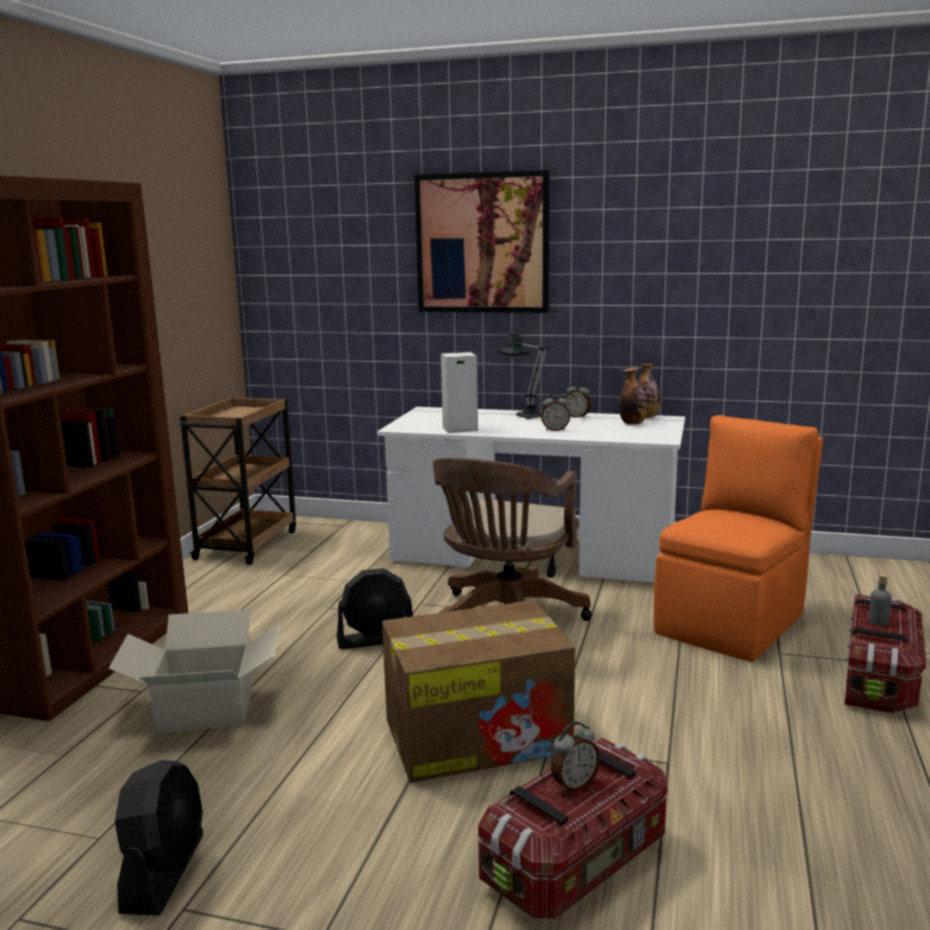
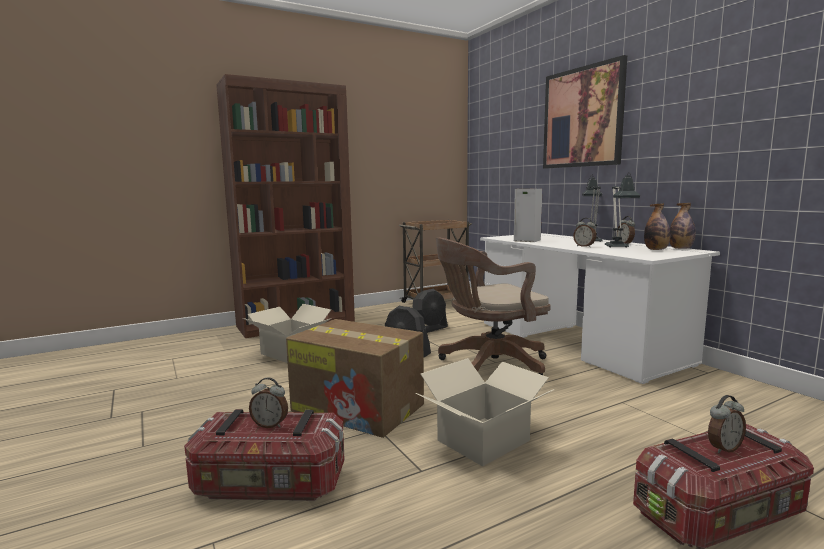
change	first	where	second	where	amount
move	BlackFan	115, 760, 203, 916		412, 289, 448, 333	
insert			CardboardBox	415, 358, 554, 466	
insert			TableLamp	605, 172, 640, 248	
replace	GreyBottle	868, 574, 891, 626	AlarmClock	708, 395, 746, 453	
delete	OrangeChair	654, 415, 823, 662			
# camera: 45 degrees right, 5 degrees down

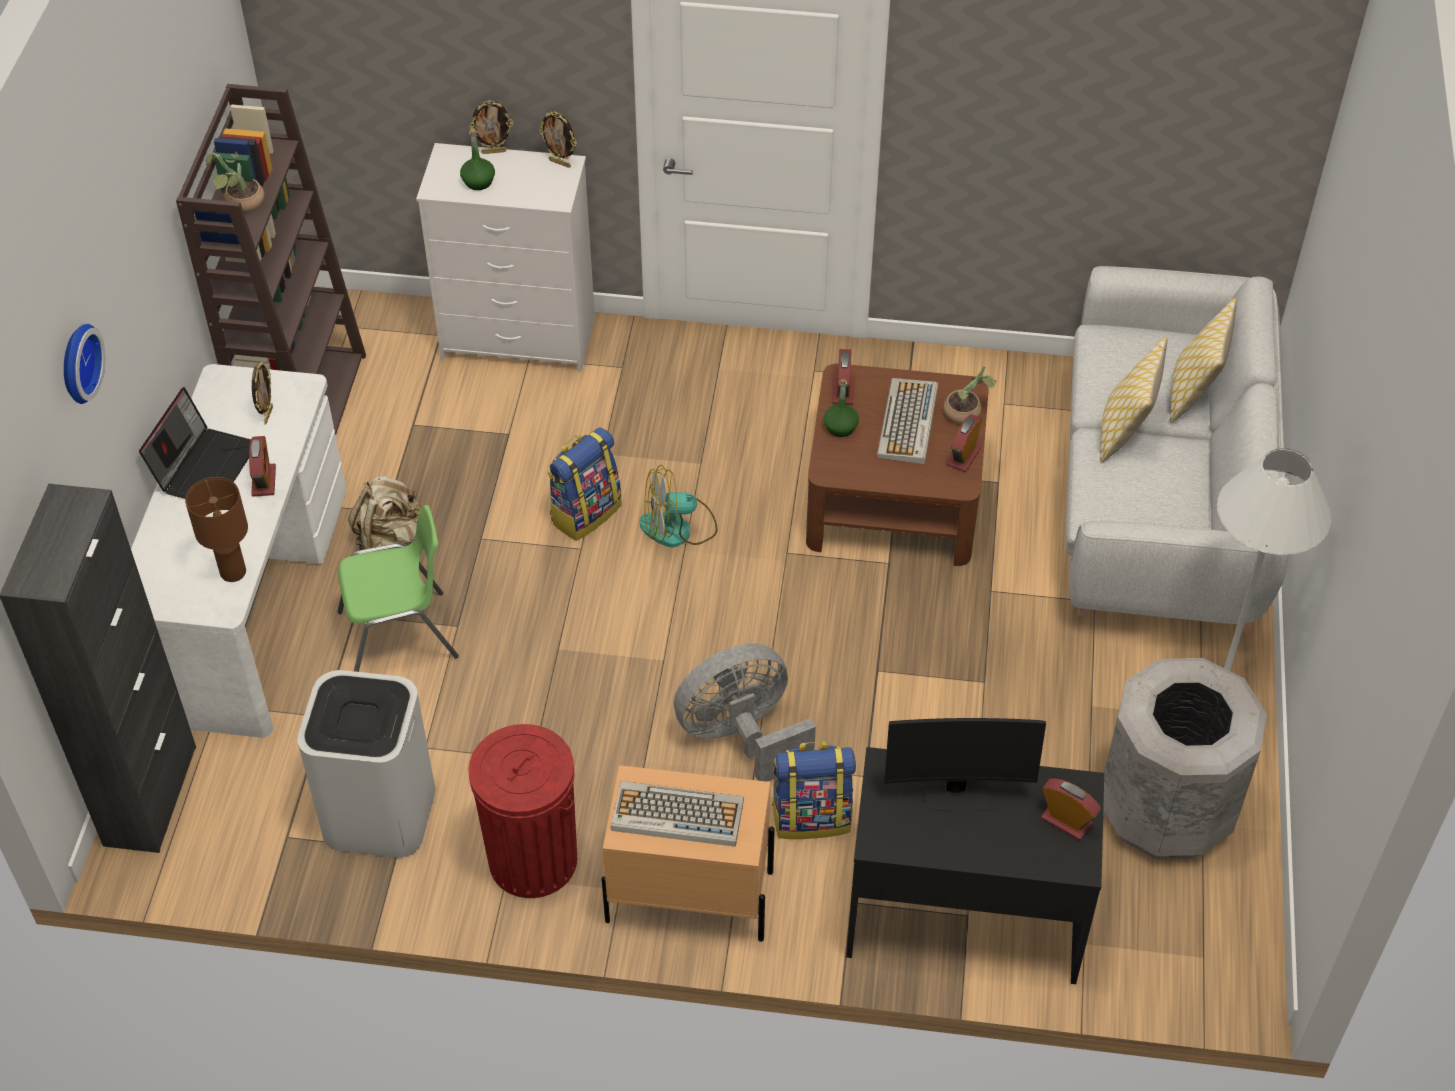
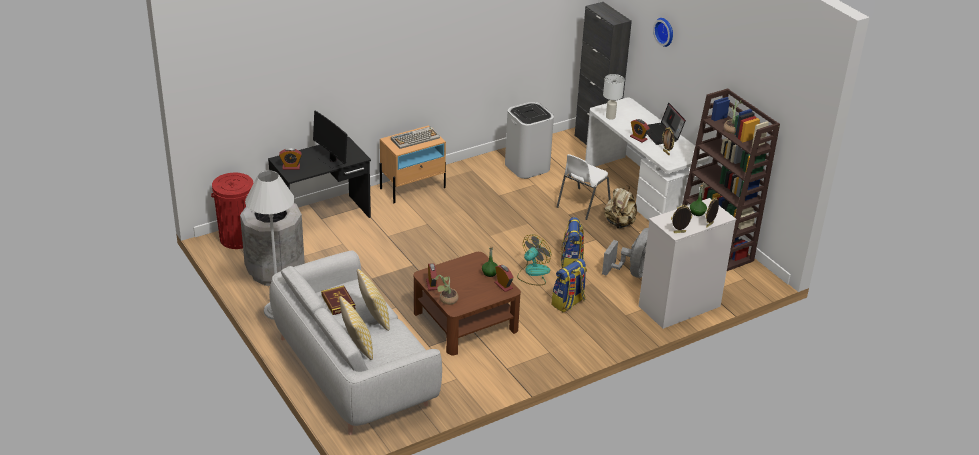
change	first	where	second	where	amount
move	RedTrashCan	468, 724, 577, 898		211, 173, 253, 249	
rotate	Monitor	884, 718, 1046, 811		313, 111, 347, 169	90 degrees counterclockwise
insert			Book	321, 285, 356, 315	
move	Backpack	772, 741, 856, 839		551, 259, 587, 312	
recolor	GreenChair	338, 505, 459, 672	WhiteChair	557, 154, 611, 220	
move	GreyFan	674, 643, 816, 782		602, 228, 648, 278	
recolor	BrownTableLamp	185, 477, 248, 582	WhiteTableLamp	603, 74, 625, 120	
delete	Keyboard	877, 378, 938, 464			
# camera: 140 degrees right, 15 degrees down

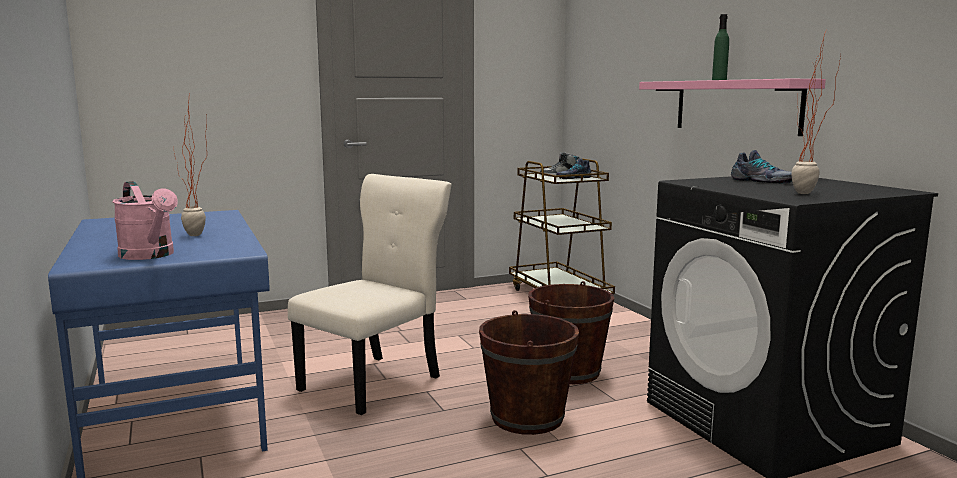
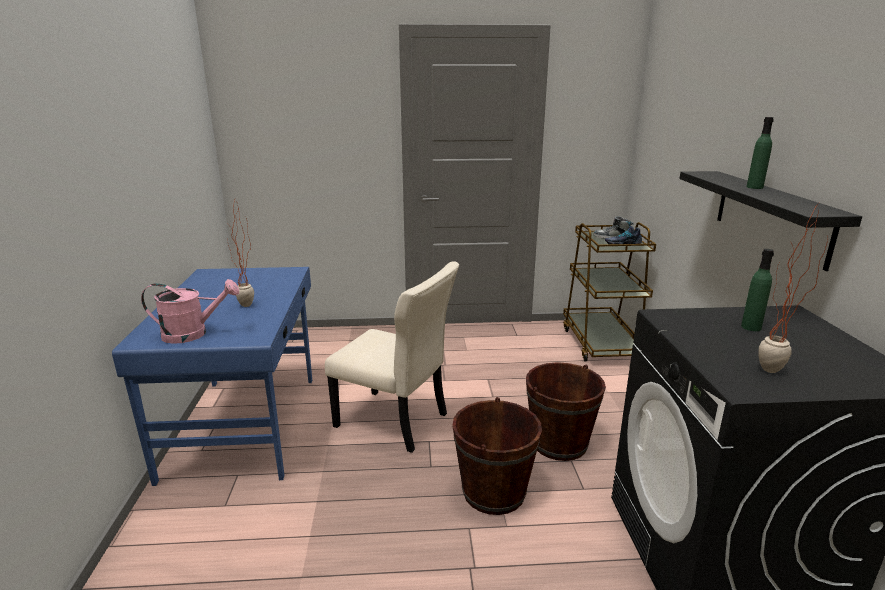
change	first	where	second	where	amount
rotate	PinkWateringCan	113, 181, 178, 260		141, 279, 239, 344	75 degrees counterclockwise
rotate	BeigeChair	288, 174, 451, 415		325, 261, 459, 453	60 degrees clockwise
recolor	PinkShelf	639, 79, 826, 136	BlackShelf	679, 171, 862, 271	
replace	Shoe	731, 150, 792, 184	GreenBottle	741, 249, 774, 331	
# camera: 20 degrees right, 10 degrees up

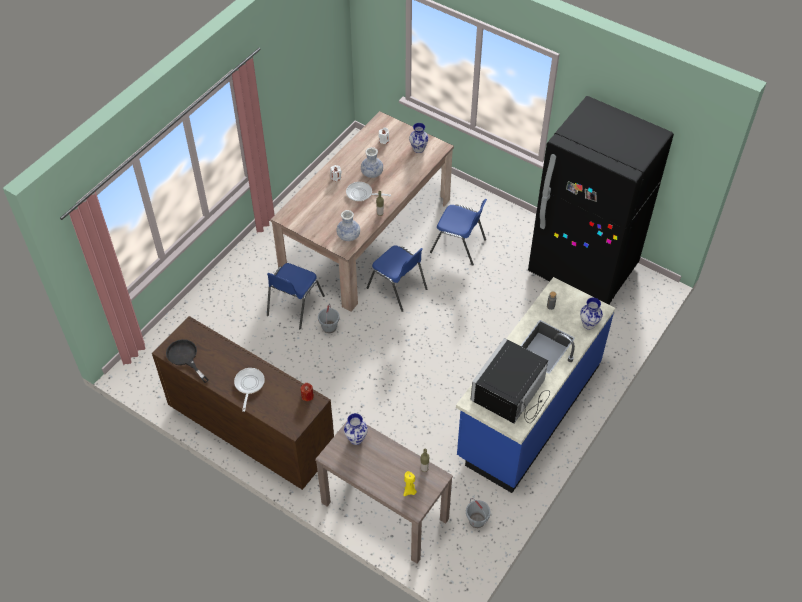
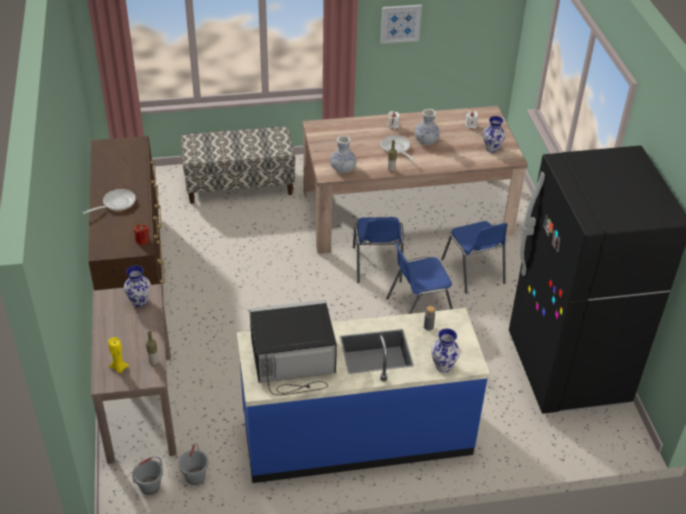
change	first	where	second	where	amount
move	GreyBucket	318, 303, 340, 333		132, 457, 163, 495	
insert			Bench	181, 126, 295, 204	
insert			Picture	381, 5, 422, 44	
move	BlueChair	267, 263, 325, 329		386, 243, 453, 314	
delete	BlackFryingPan	166, 339, 209, 383			
# camera: 45 degrees right, 10 degrees down

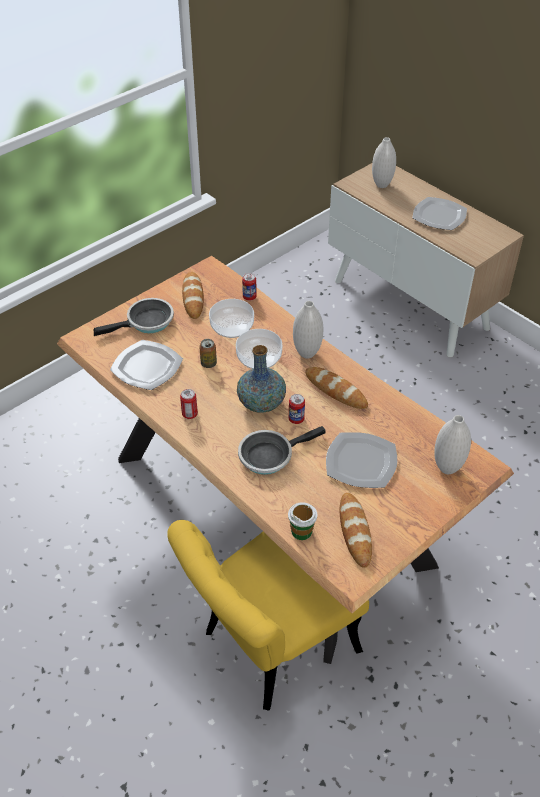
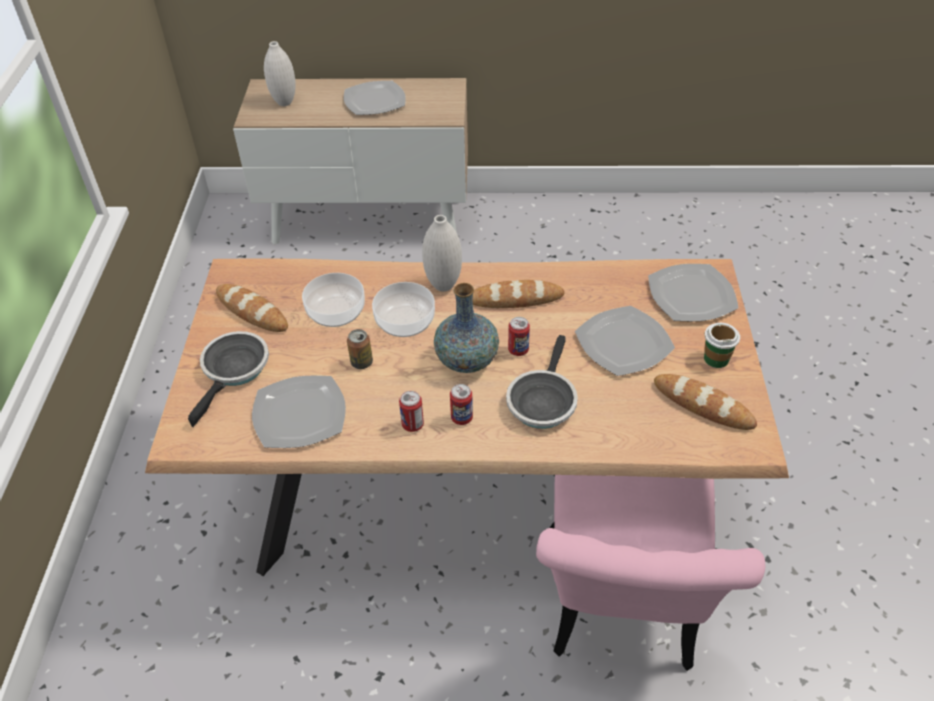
change	first	where	second	where	amount
move	Can	242, 273, 257, 301		450, 384, 473, 425	
recolor	YellowChair	167, 520, 369, 711	PinkChair	536, 475, 765, 671	
replace	WhiteVase	434, 415, 471, 474	Plate	648, 264, 738, 321	
move	Cup	288, 502, 317, 540		704, 323, 740, 368	
# camera: 45 degrees left, 0 degrees up

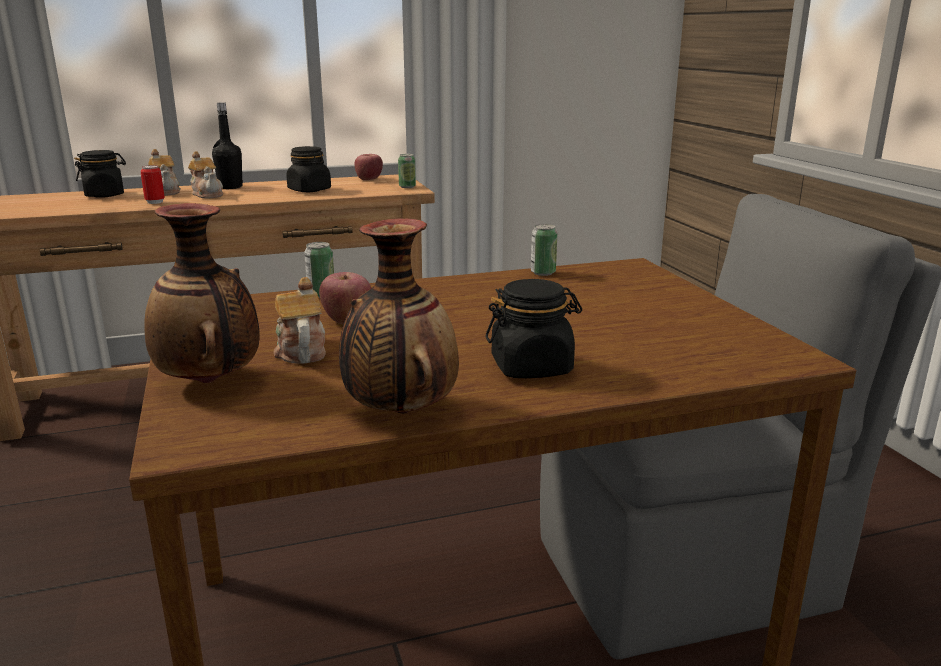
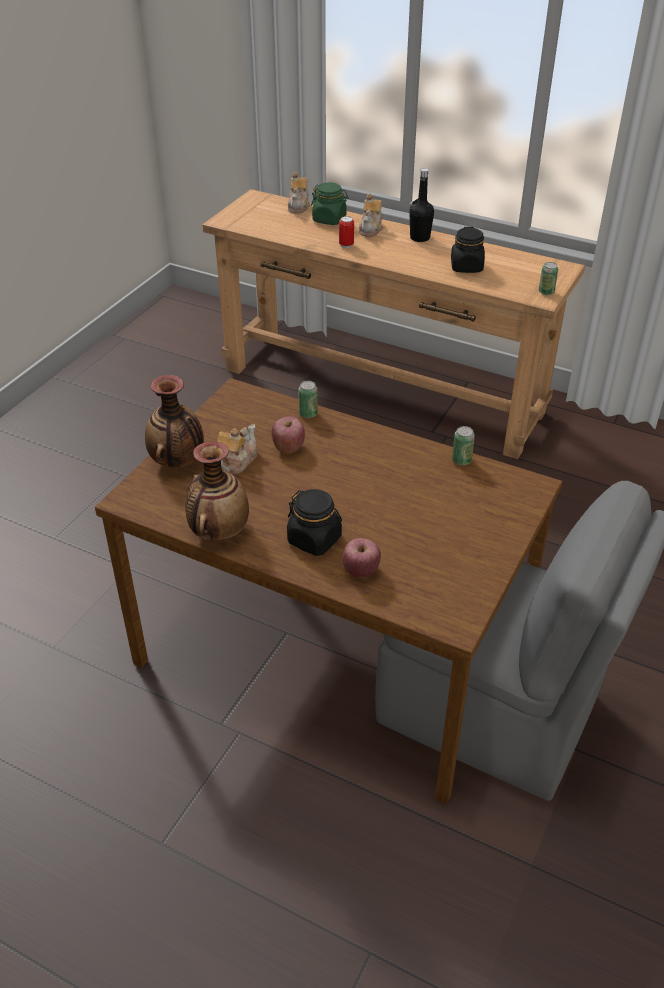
change	first	where	second	where	amount
move	Teapot	188, 151, 223, 199		288, 172, 310, 213	
recolor	BlackJar	74, 150, 126, 198	GreenJar	311, 182, 349, 225	
move	Apple	354, 154, 383, 180		342, 538, 381, 578	
# camera: 45 degrees right, 20 degrees up

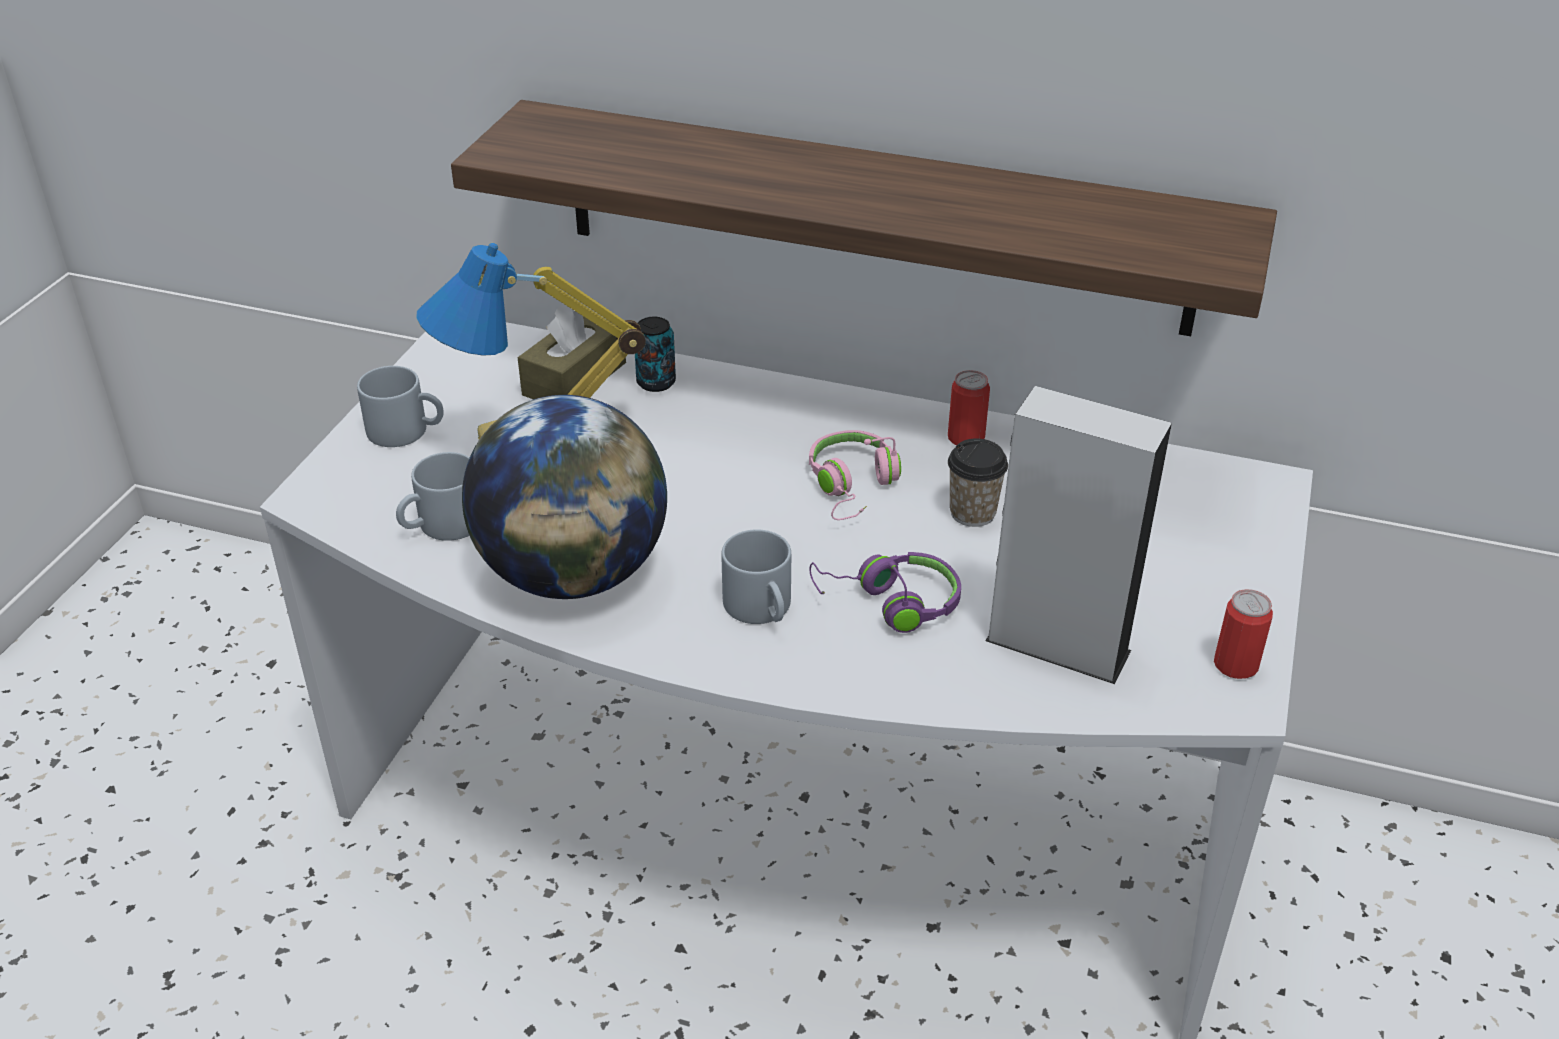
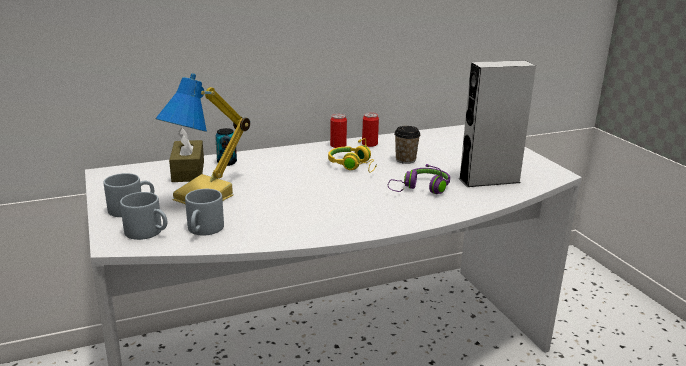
change	first	where	second	where	amount
move	GreyMug	722, 529, 791, 624		120, 192, 168, 240	
recolor	PinkHeadphones	809, 430, 901, 520	YellowHeadphones	328, 138, 377, 173	
move	Can	1214, 589, 1273, 679		330, 114, 347, 148	
delete	Shelf	451, 100, 1277, 336			
delete	Globe	462, 395, 667, 599			
# camera: 40 degrees left, 15 degrees down

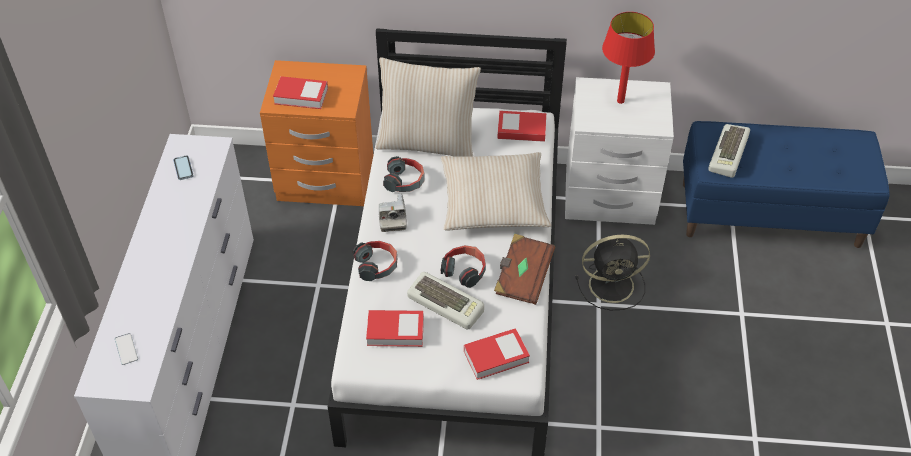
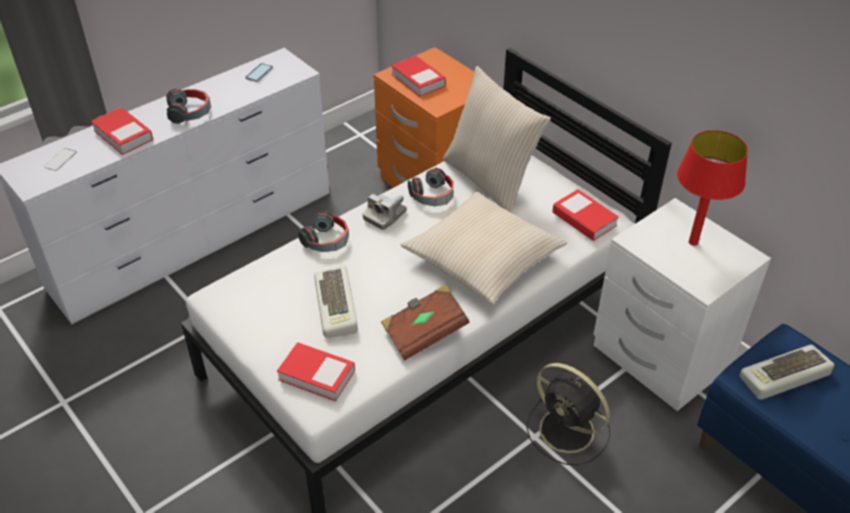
change	first	where	second	where	amount
move	Book	366, 310, 424, 347		91, 107, 153, 155	
move	Headphones	441, 245, 486, 288		166, 88, 211, 124	
# camera: 45 degrees right, 5 degrees down

